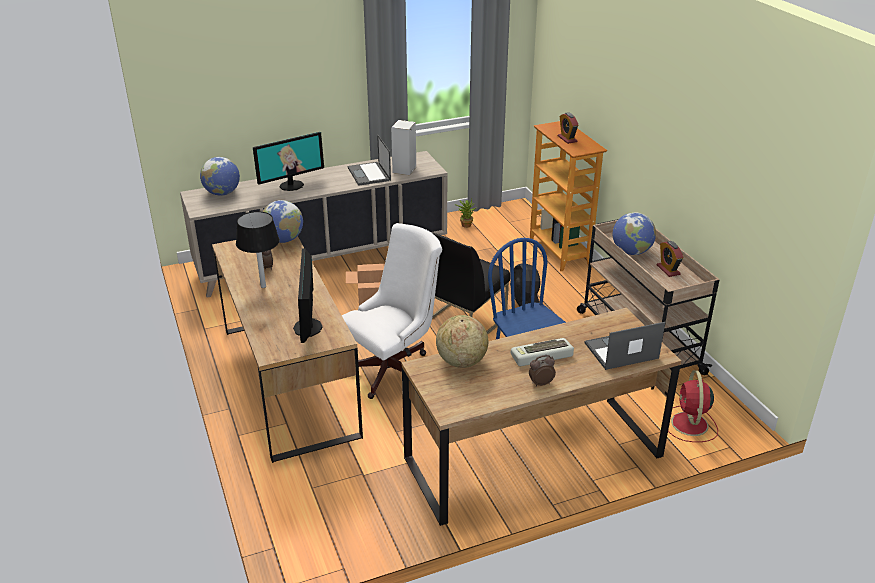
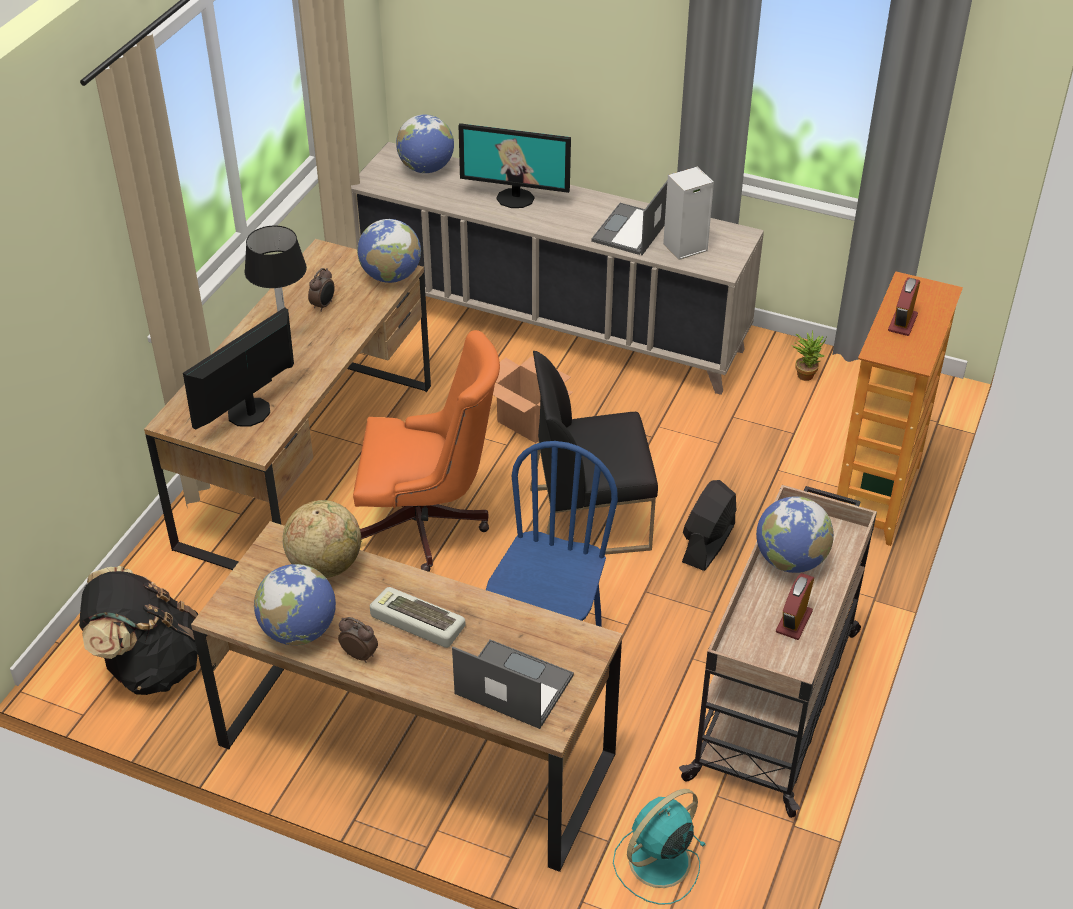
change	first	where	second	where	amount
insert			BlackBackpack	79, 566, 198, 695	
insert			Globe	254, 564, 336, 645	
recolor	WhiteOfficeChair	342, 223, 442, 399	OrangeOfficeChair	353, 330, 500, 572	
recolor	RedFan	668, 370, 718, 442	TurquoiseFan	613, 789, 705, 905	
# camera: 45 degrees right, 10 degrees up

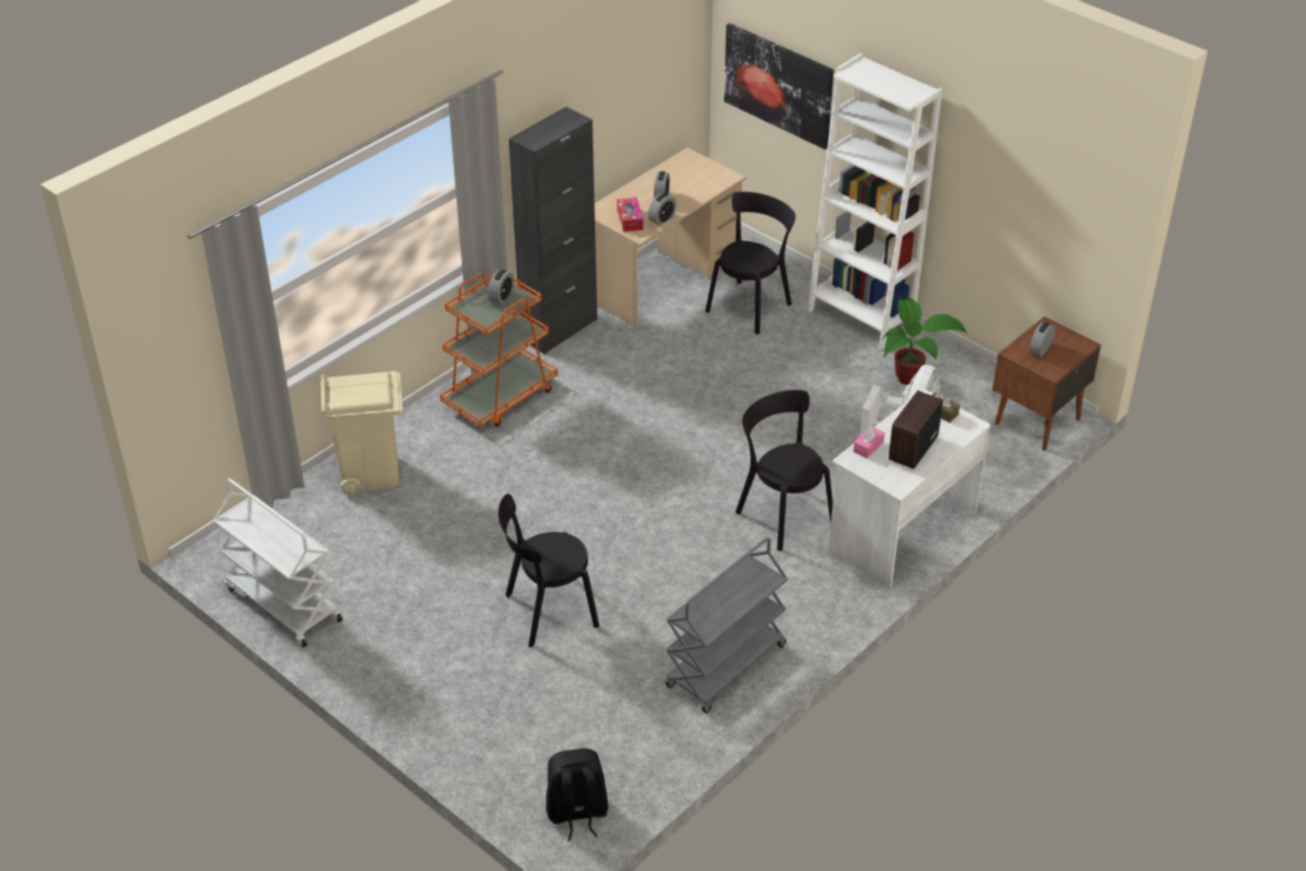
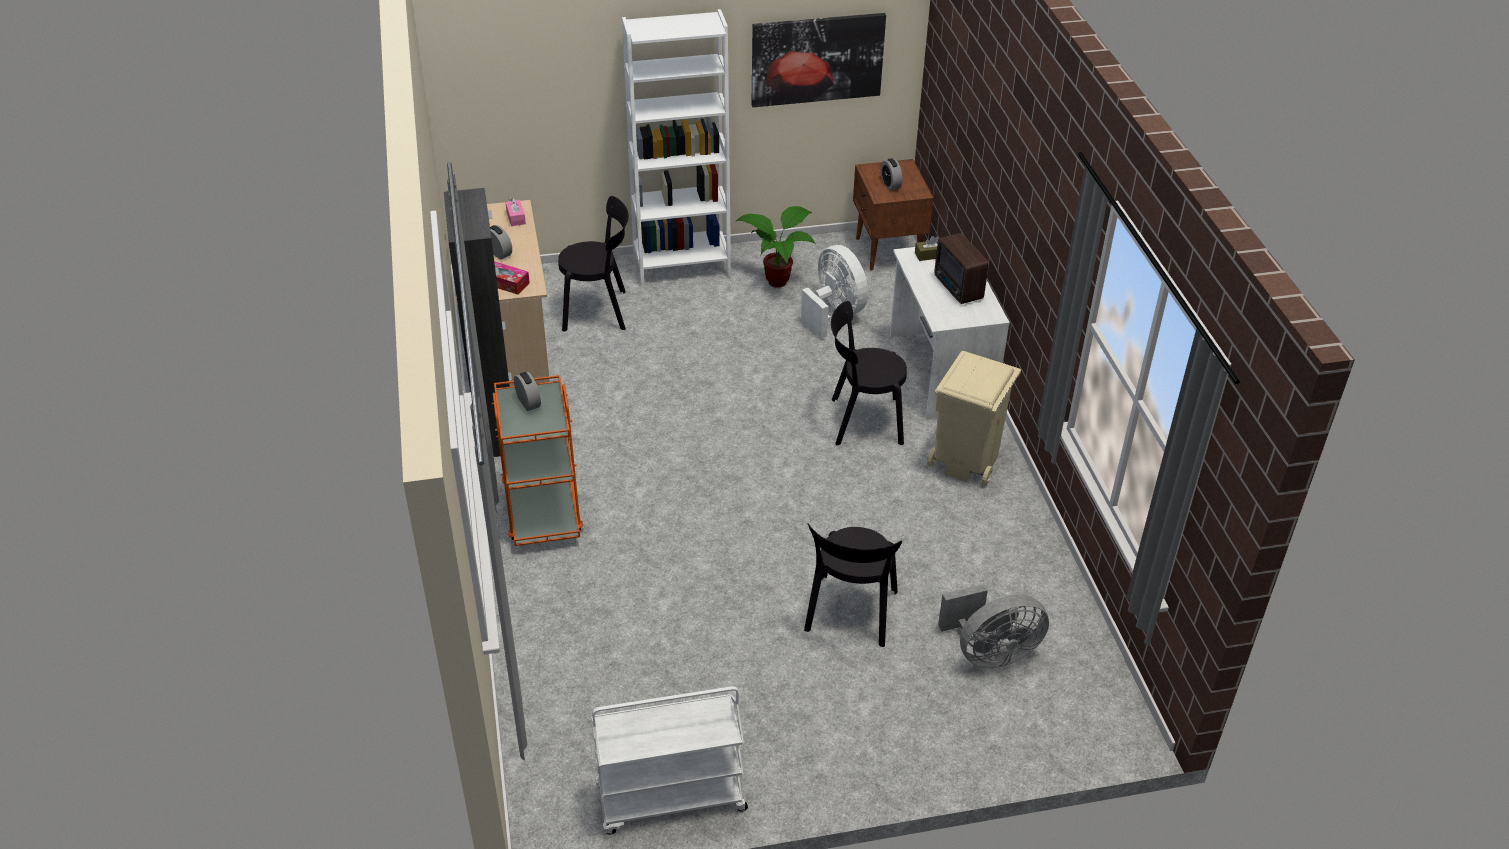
change	first	where	second	where	amount
move	PinkTissueBox	853, 426, 885, 459		506, 198, 526, 226	
rotate	BlackChair	705, 192, 796, 334		558, 196, 629, 332	105 degrees clockwise
move	Picture	724, 23, 834, 149		751, 13, 886, 107	
move	BeigeTrashCan	320, 371, 403, 495		927, 351, 1021, 485	
insert			GreyFan	938, 584, 1049, 668	
delete	BlackBackpack	546, 748, 608, 841			
delete	AlarmClock	648, 193, 676, 226			
delete	GreyCart	665, 537, 788, 713			
# camera: 55 degrees left, 0 degrees up

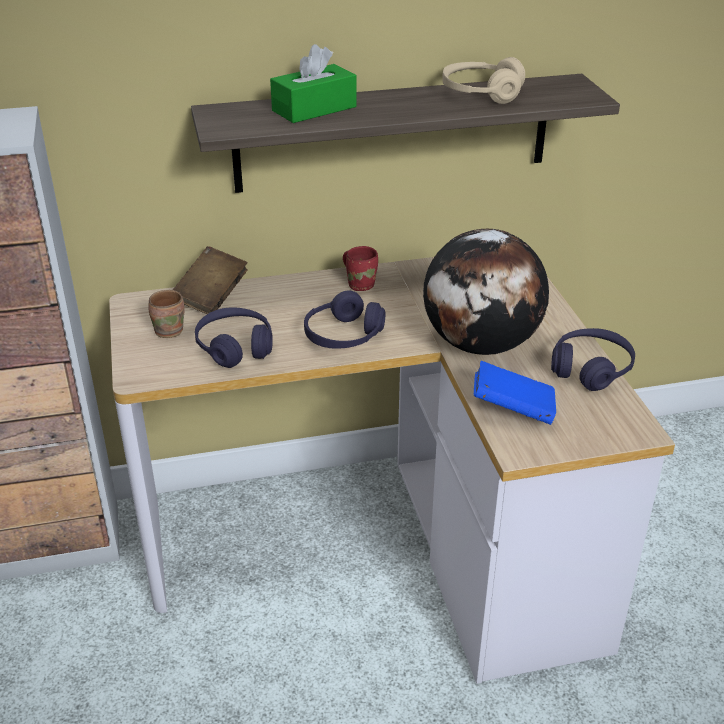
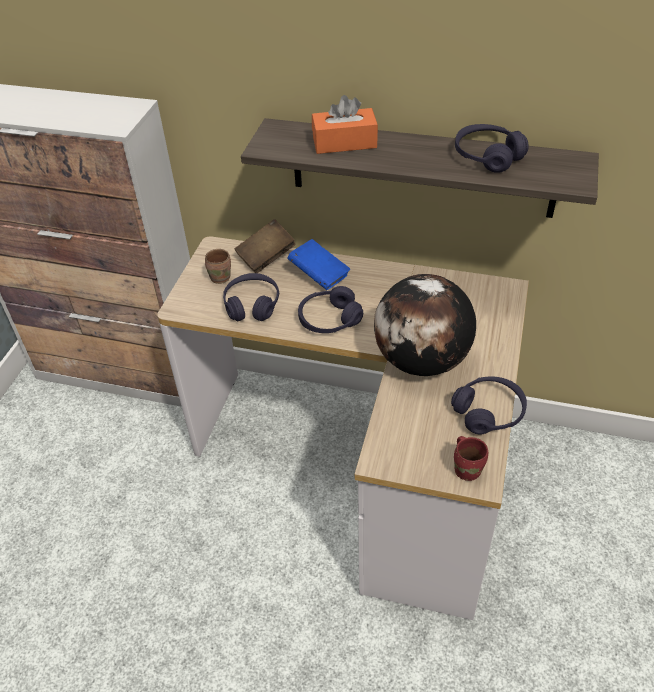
change	first	where	second	where	amount
move	BlueBook	474, 361, 556, 425		287, 239, 350, 290	
recolor	GreenTissueBox	270, 44, 357, 123	OrangeTissueBox	312, 95, 378, 154	
move	RedMug	343, 246, 378, 291		454, 436, 488, 481	
recolor	BeigeHeadphones	442, 57, 525, 104	PurpleHeadphones	455, 124, 529, 173	
# camera: 30 degrees right, 10 degrees up

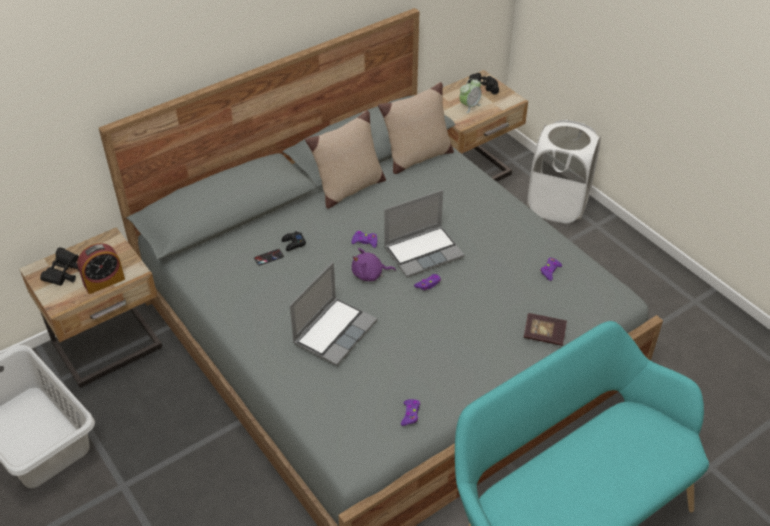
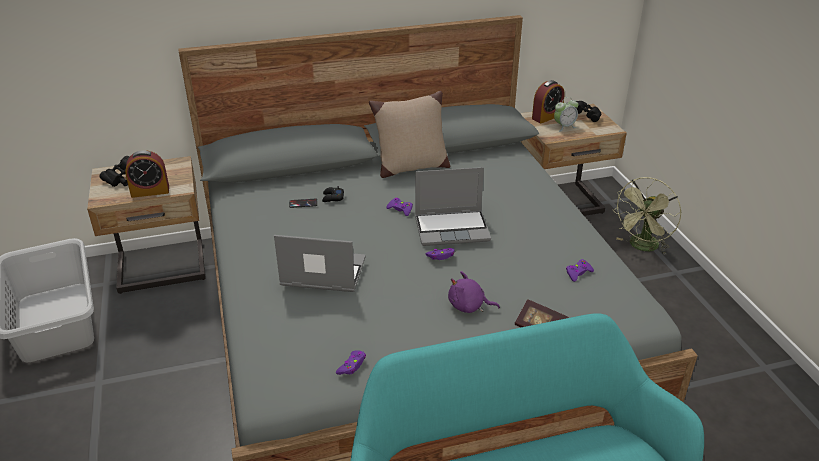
change	first	where	second	where	amount
rotate	Laptop	290, 262, 377, 366		274, 235, 366, 292	135 degrees counterclockwise
move	PurplePlushToy	352, 248, 396, 281		448, 271, 500, 313	
insert			AlarmClock	532, 80, 565, 123	
replace	WhiteLaundryBasket	527, 120, 601, 223	GreenFan	613, 177, 682, 254	
delete	BeigePillow	378, 82, 454, 174			
# camera: 20 degrees right, 10 degrees down

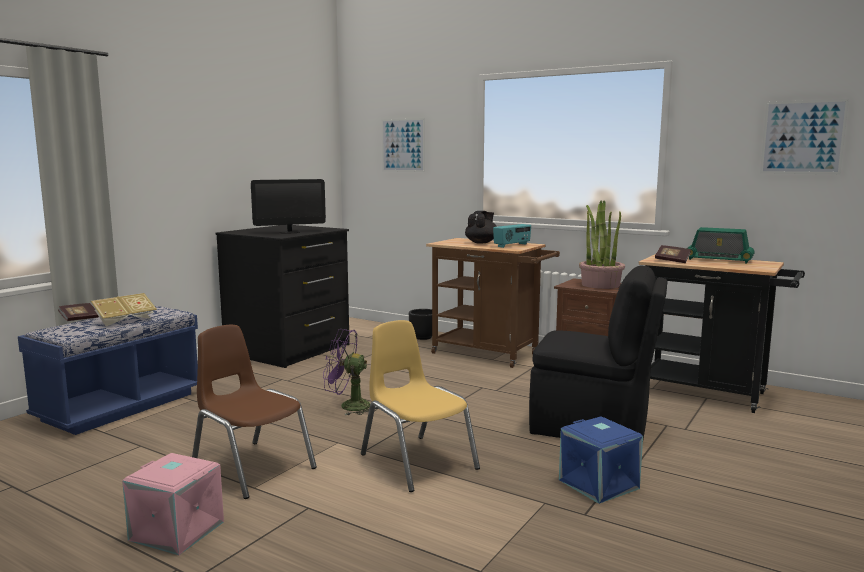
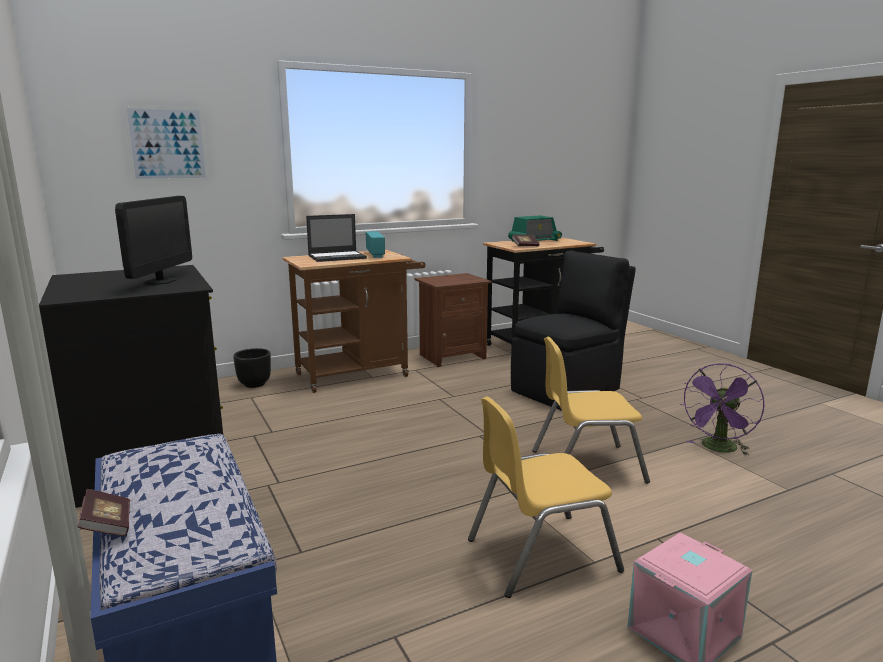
change	first	where	second	where	amount
replace	BlackTeapot	465, 211, 497, 243	Laptop	306, 214, 367, 262	
recolor	BrownChair	192, 325, 317, 499	YellowChair	468, 396, 624, 598	
move	PurpleFan	323, 329, 377, 415		681, 363, 764, 455	
delete	Book	91, 293, 157, 326			
delete	BlueStorageBox	559, 416, 643, 504			
delete	PottedPlant	579, 200, 625, 289			
delete	Picture	760, 99, 849, 174			
# camera: 60 degrees left, 5 degrees up

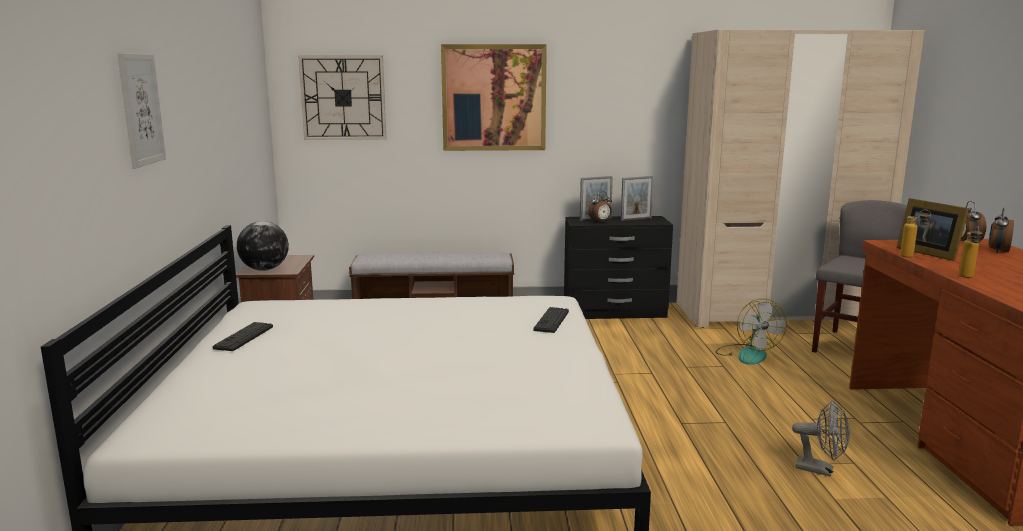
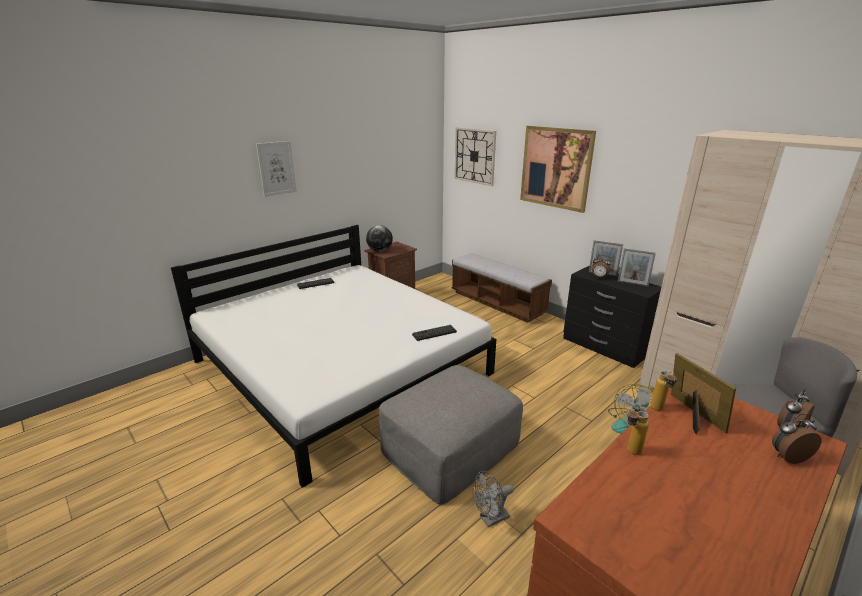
change	first	where	second	where	amount
insert			GreyOttoman	379, 365, 523, 505	
rotate	GreyFan	792, 401, 850, 477		473, 471, 514, 527	75 degrees clockwise
rotate	PictureFrame	896, 198, 969, 261		671, 353, 736, 434	135 degrees clockwise
# camera: 50 degrees right, 10 degrees up

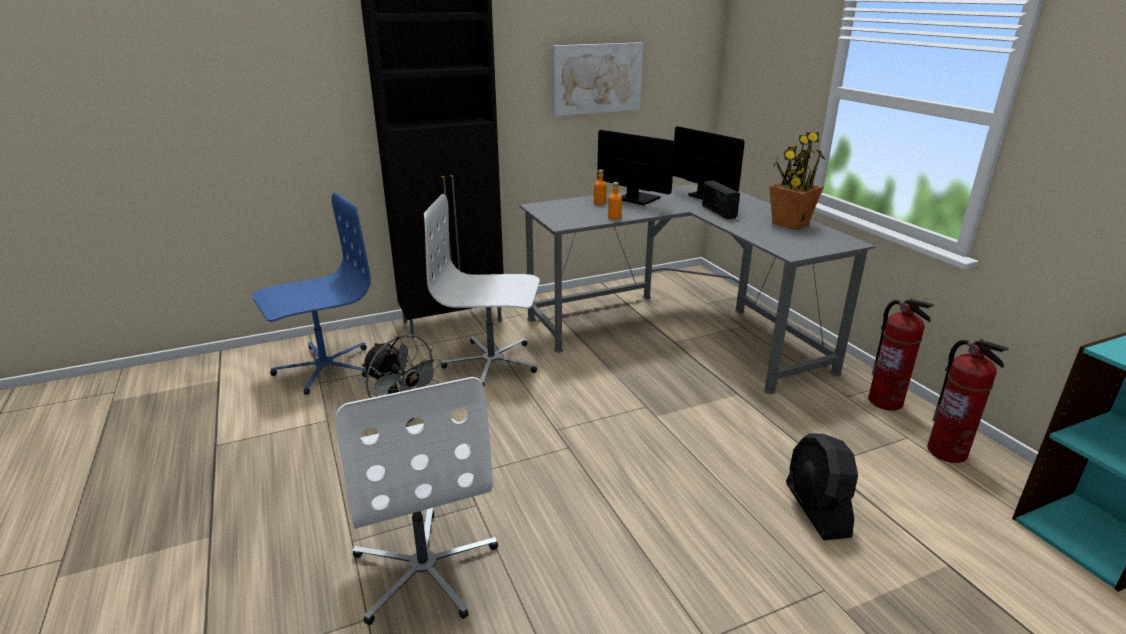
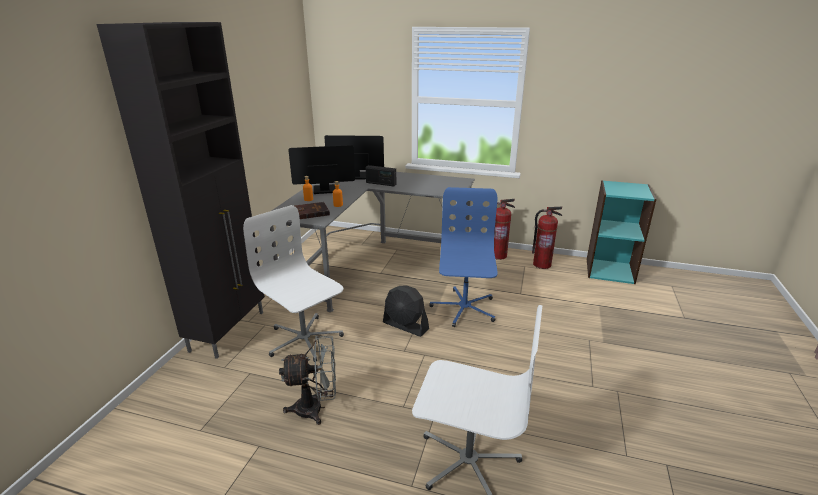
change	first	where	second	where	amount
rotate	WhiteOfficeChair	424, 194, 540, 386		243, 205, 344, 362	90 degrees clockwise
insert			BrownBook	295, 202, 330, 219	
move	BlackFan	786, 434, 858, 540		383, 285, 429, 337	
move	BlueOfficeChair	252, 192, 371, 395		429, 187, 498, 327	
delete	Picture	552, 42, 643, 116			
delete	PottedPlant	769, 132, 825, 230			
# camera: 50 degrees left, 0 degrees up

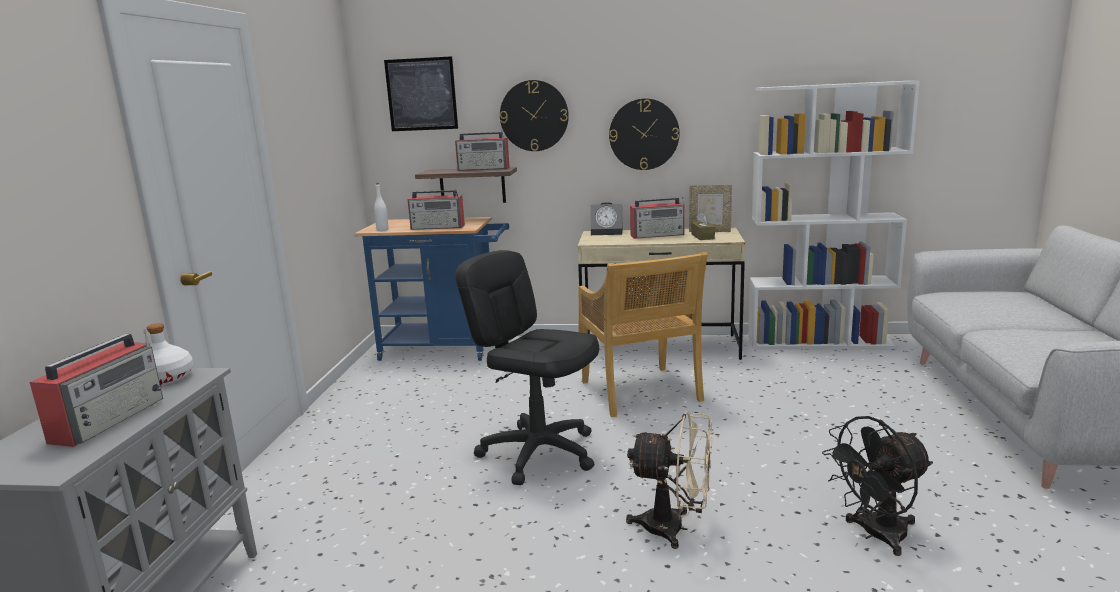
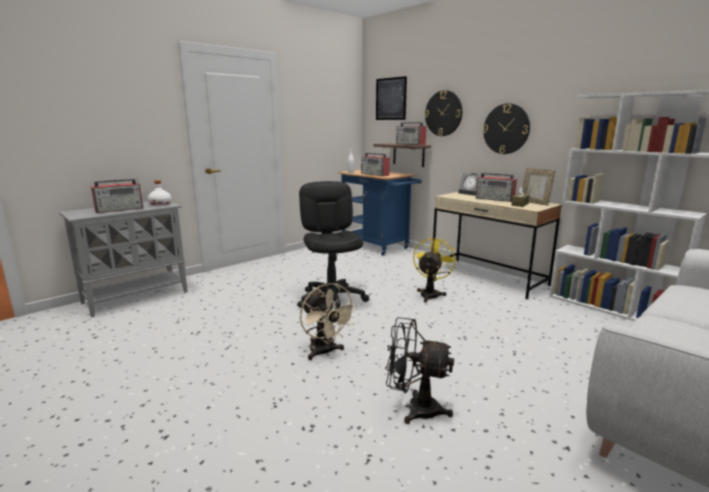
change	first	where	second	where	amount
replace	BeigeChair	579, 252, 708, 417	YellowFan	413, 237, 457, 302	
# camera: 40 degrees right, 0 degrees up

